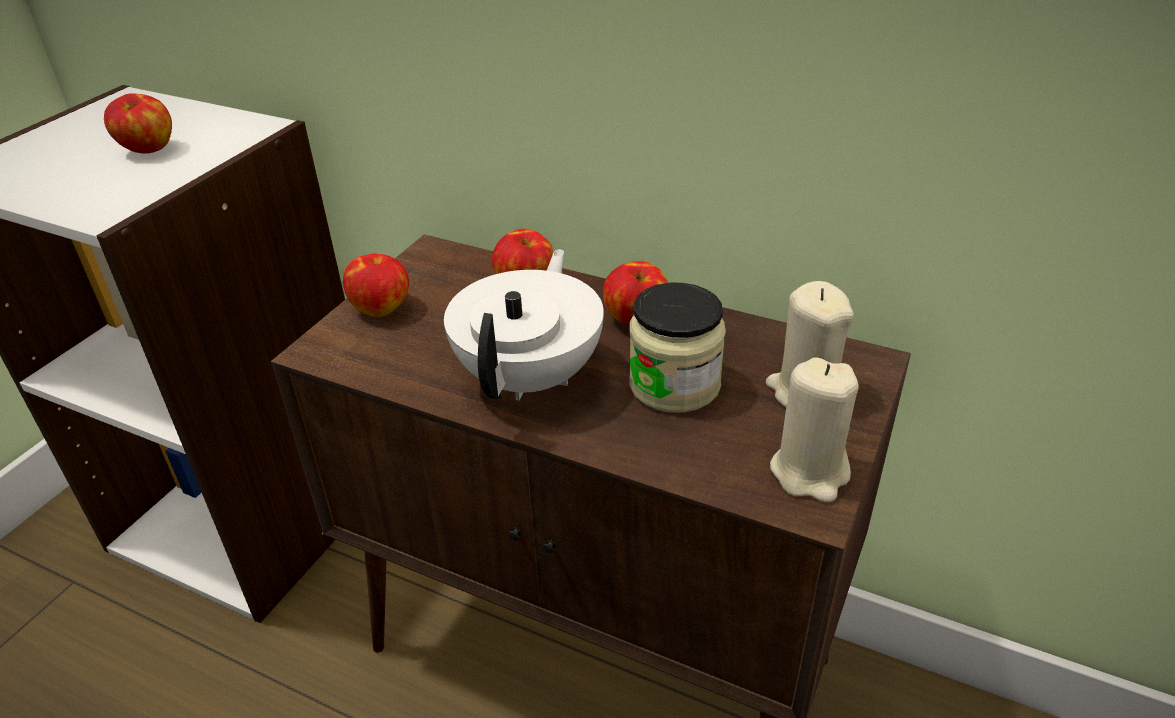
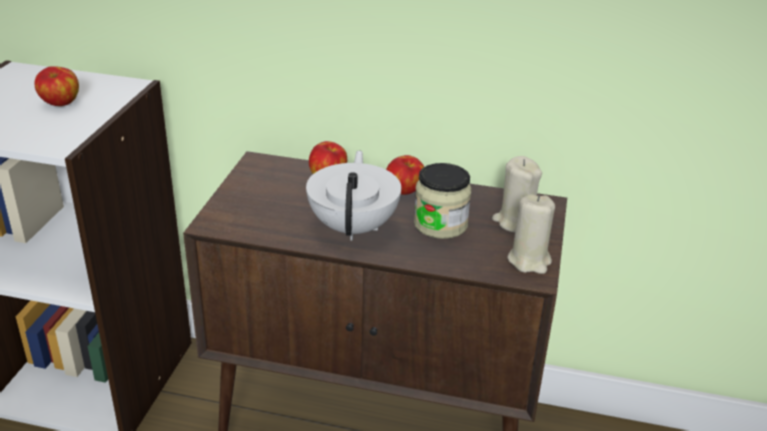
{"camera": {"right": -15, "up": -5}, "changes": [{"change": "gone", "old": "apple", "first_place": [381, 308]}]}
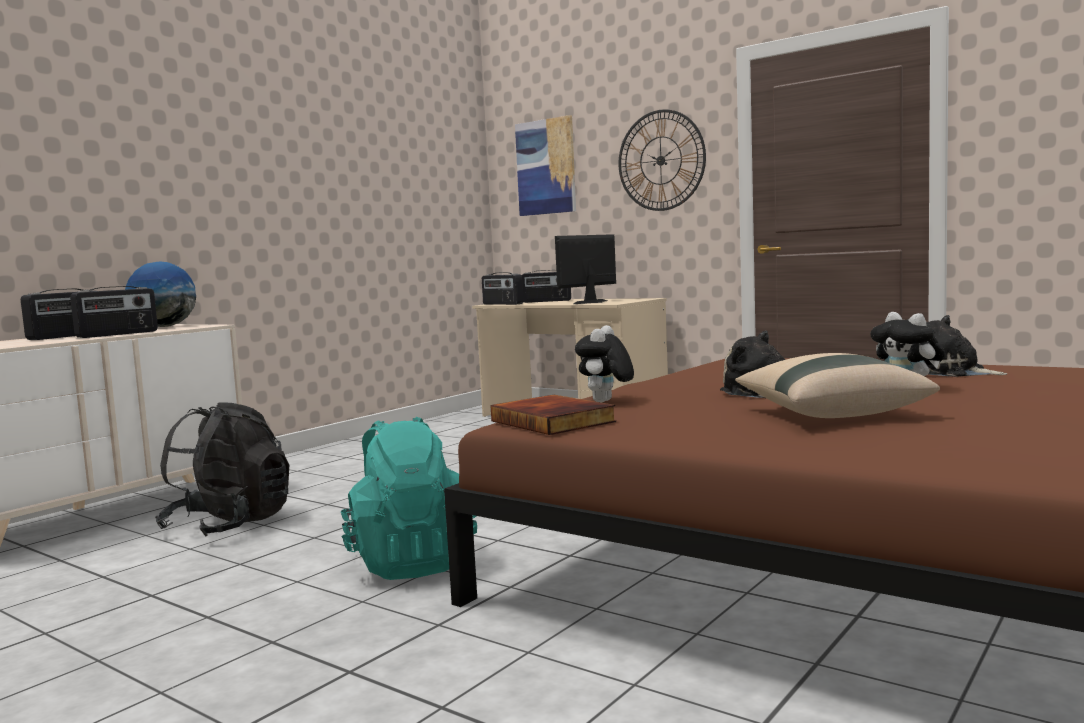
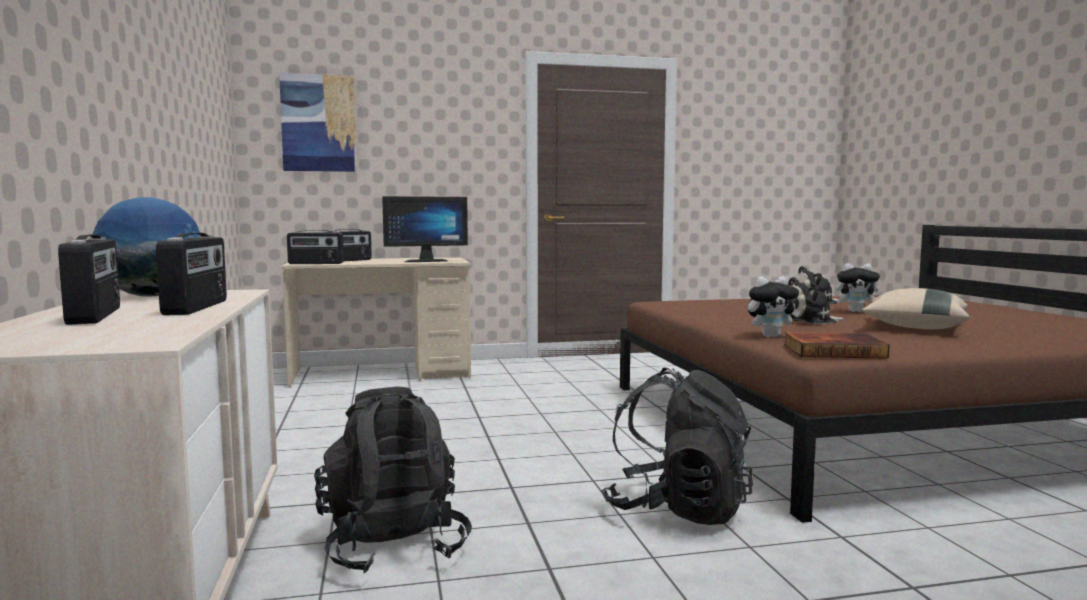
{"camera": {"right": -50, "up": 0}, "changes": [{"change": "rotated", "old": "monitor", "first_place": [594, 302], "second_place": [425, 261], "degrees": -105}, {"change": "repainted", "old": "backpack (turquoise)", "new": "backpack (black)", "first_place": [410, 563], "second_place": [678, 510]}, {"change": "rotated", "old": "plush toy", "first_place": [605, 402], "second_place": [770, 336], "degrees": -75}, {"change": "gone", "old": "wall clock", "first_place": [661, 160]}]}
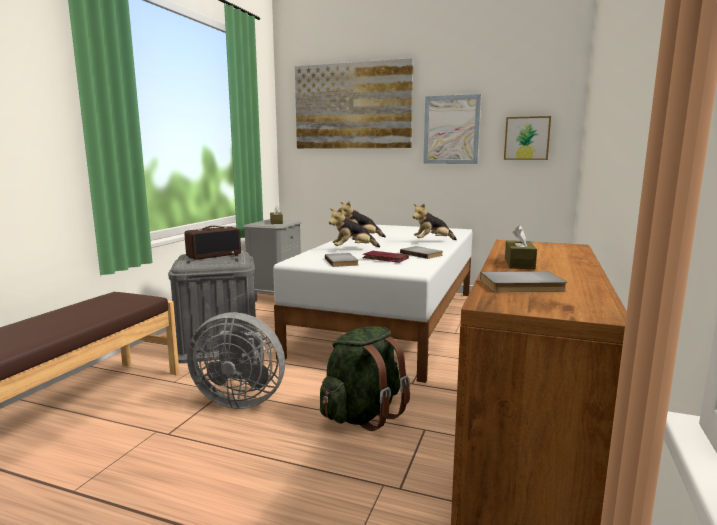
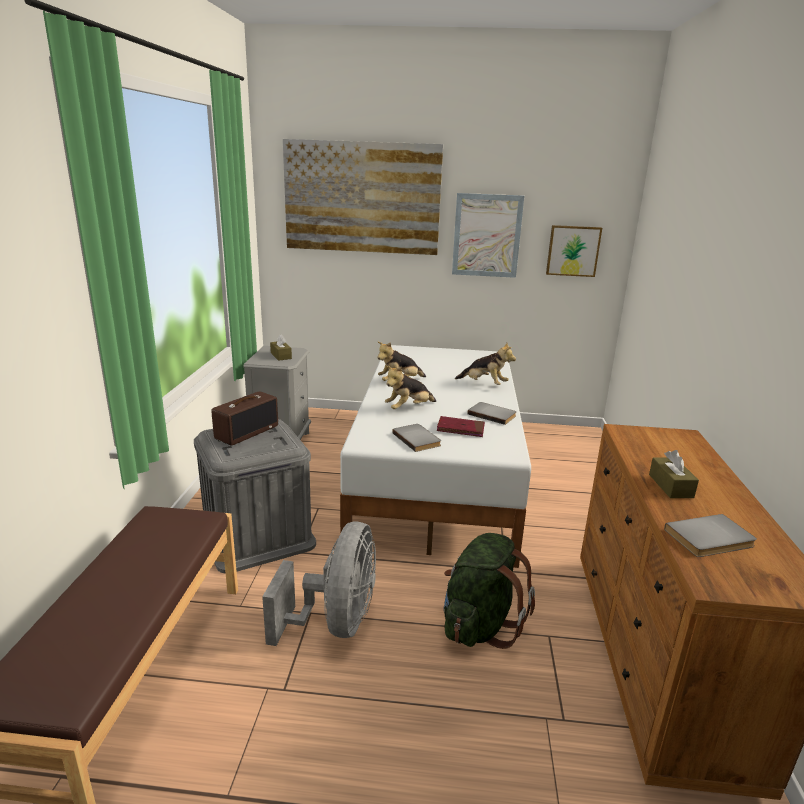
{"camera": {"right": -15, "up": 10}, "changes": [{"change": "rotated", "old": "fan (grey)", "first_place": [240, 399], "second_place": [336, 623], "degrees": -75}, {"change": "rotated", "old": "plush toy", "first_place": [432, 241], "second_place": [484, 384], "degrees": -120}]}
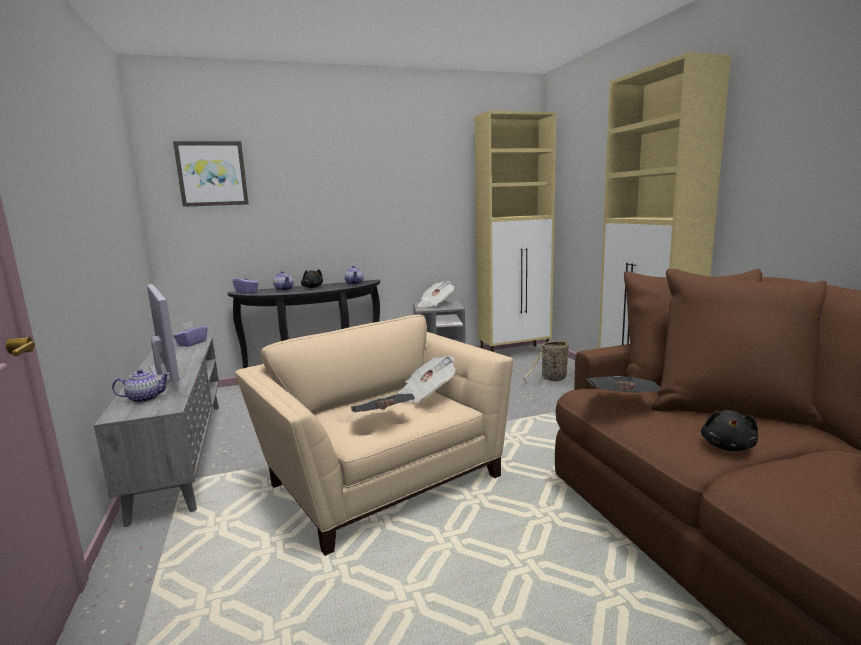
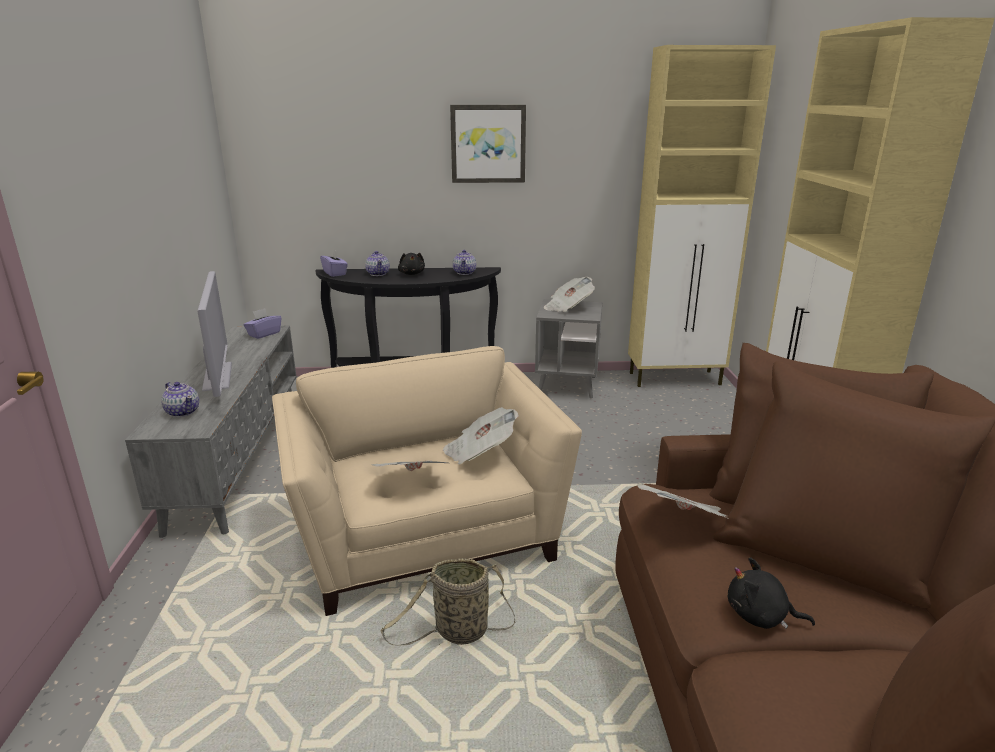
{"camera": {"right": 15, "up": 10}, "changes": [{"change": "rotated", "old": "teapot", "first_place": [144, 398], "second_place": [183, 412], "degrees": 45}, {"change": "shifted", "old": "basket", "first_place": [552, 379], "second_place": [457, 633]}, {"change": "shifted", "old": "picture", "first_place": [212, 174], "second_place": [488, 144]}, {"change": "rotated", "old": "plush toy (black)", "first_place": [728, 446], "second_place": [760, 616], "degrees": 75}]}
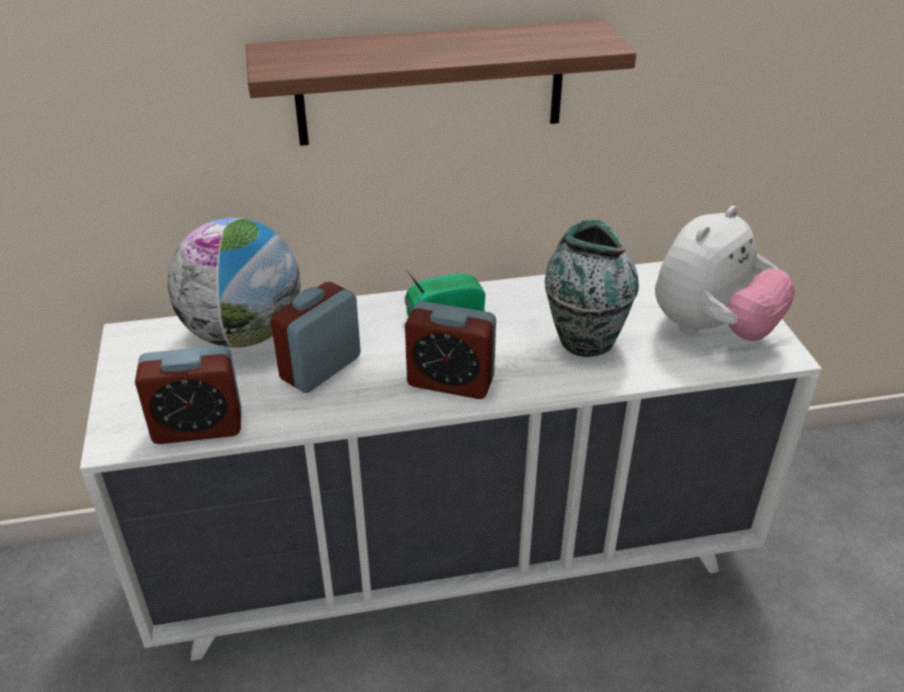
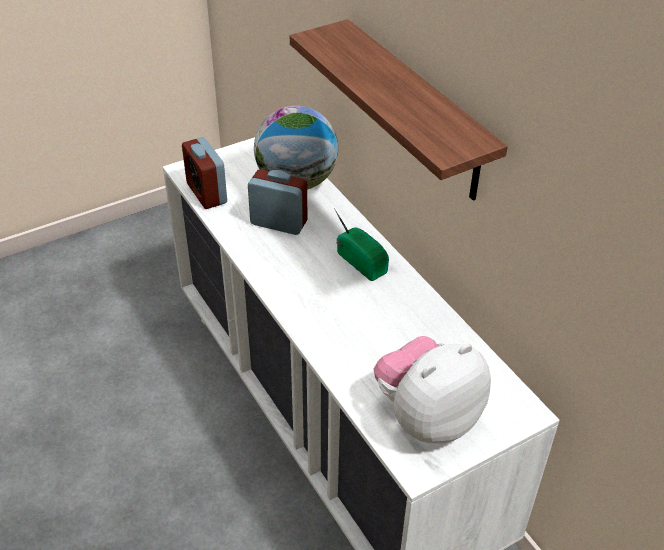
{"camera": {"right": 70, "up": 5}, "changes": [{"change": "rotated", "old": "plush toy", "first_place": [711, 329], "second_place": [427, 417], "degrees": 120}, {"change": "gone", "old": "alarm clock", "first_place": [450, 382]}, {"change": "gone", "old": "vase", "first_place": [584, 339]}]}
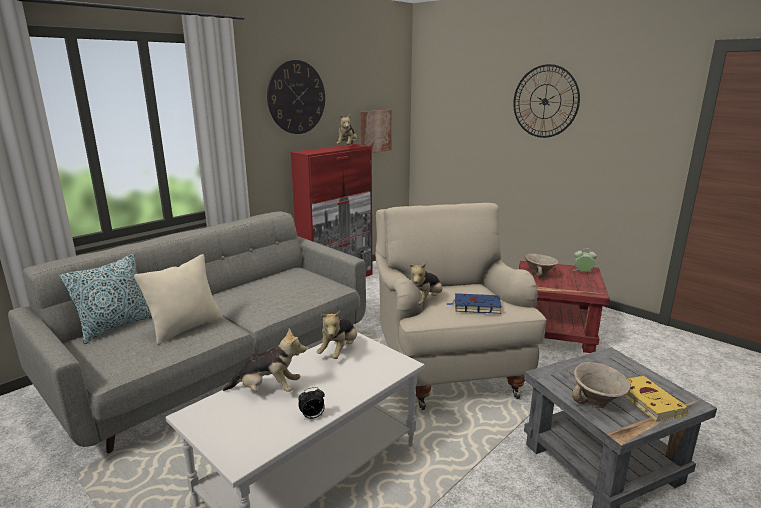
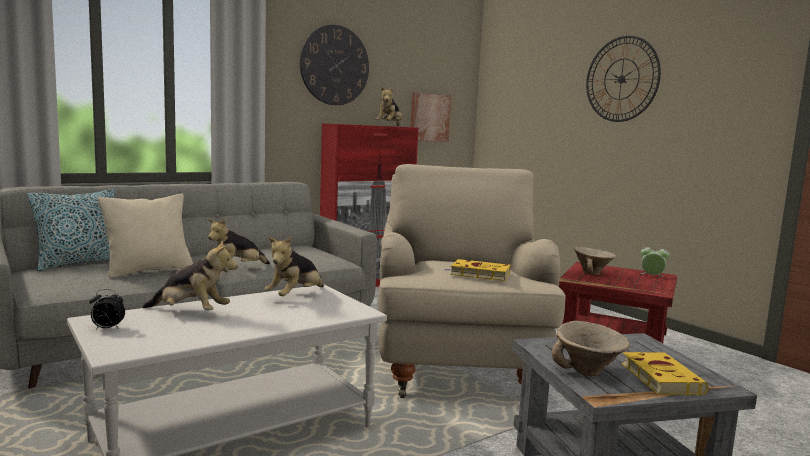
{"camera": {"right": 10, "up": -10}, "changes": [{"change": "shifted", "old": "alarm clock", "first_place": [312, 417], "second_place": [107, 329]}, {"change": "shifted", "old": "plush toy", "first_place": [425, 301], "second_place": [237, 269]}, {"change": "repainted", "old": "book (blue)", "new": "book (yellow)", "first_place": [475, 306], "second_place": [478, 274]}]}
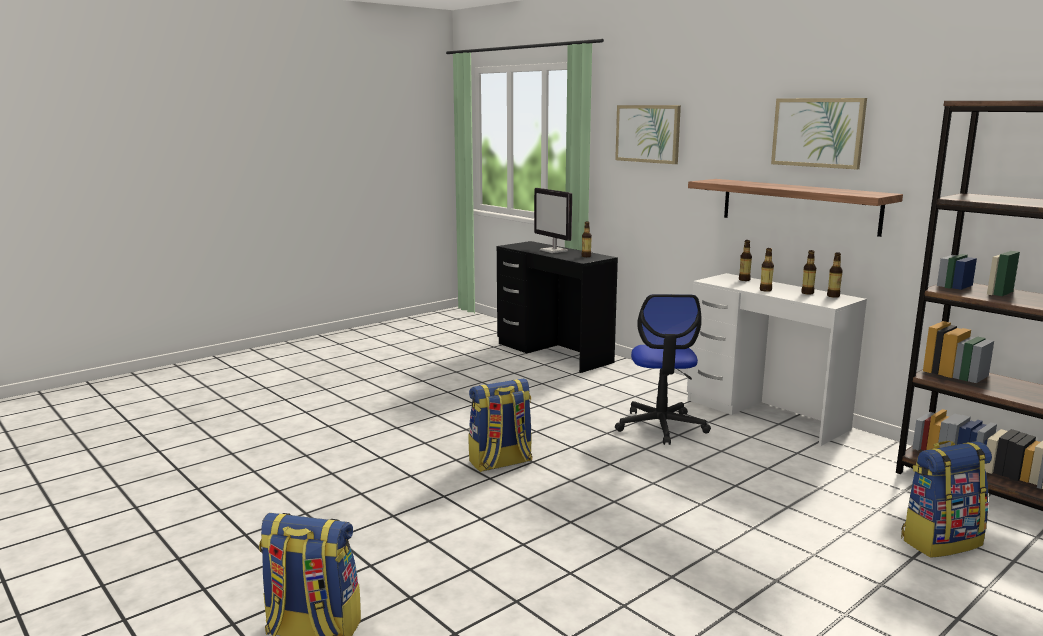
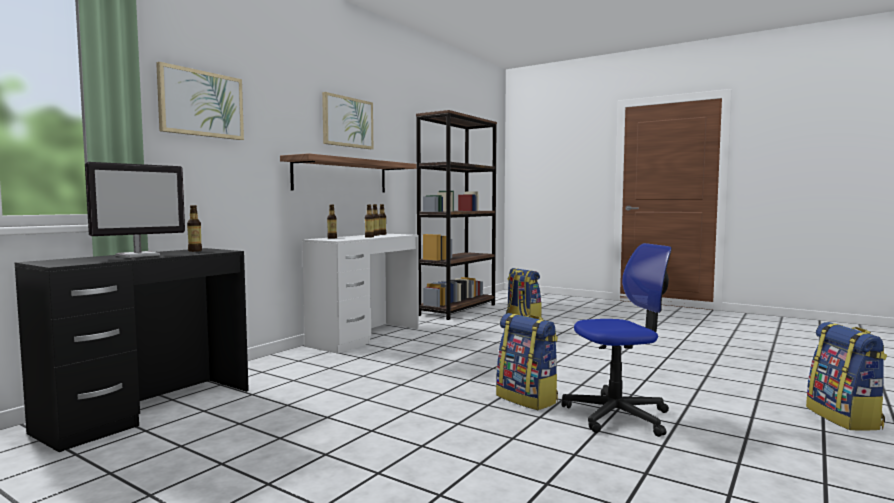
{"camera": {"right": -105, "up": -10}, "changes": [{"change": "shifted", "old": "office chair", "first_place": [661, 426], "second_place": [617, 415]}]}
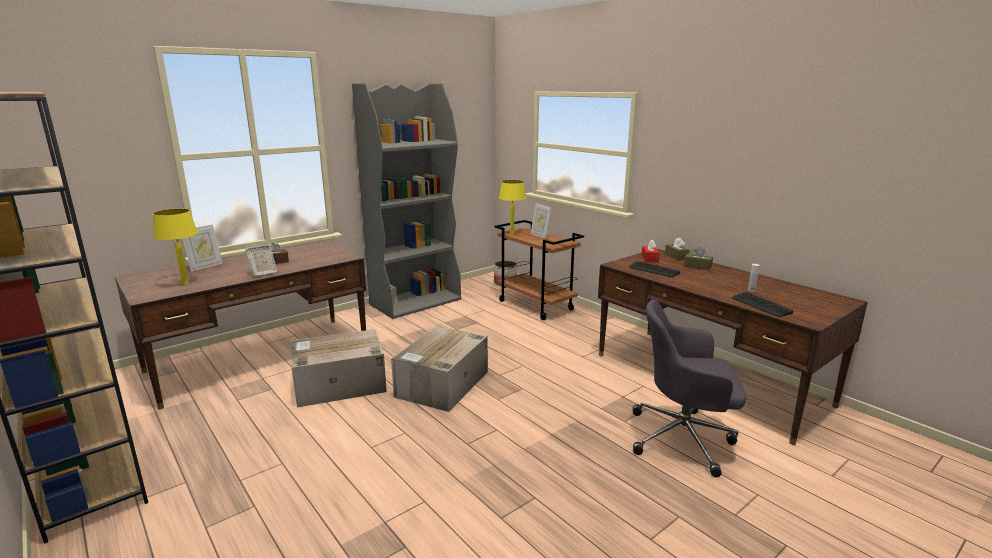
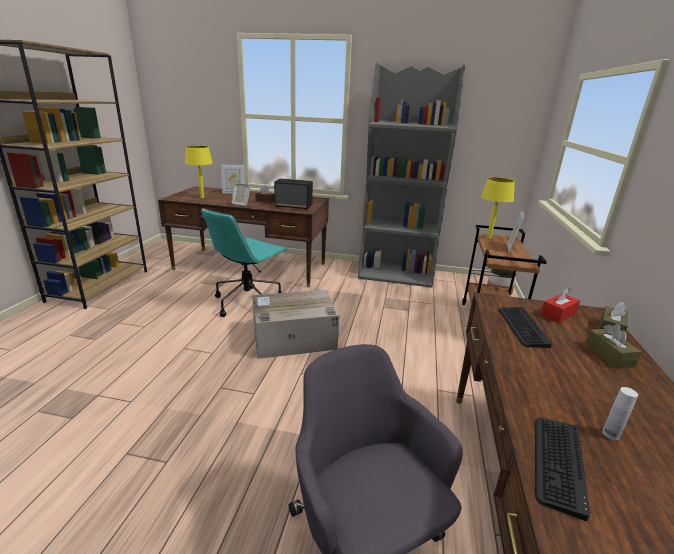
{"camera": {"right": 50, "up": 5}, "changes": [{"change": "swapped", "old": "cardboard box", "new": "office chair (turquoise)", "first_place": [338, 384], "second_place": [248, 301]}, {"change": "new", "new": "speaker", "second_place": [294, 206]}]}
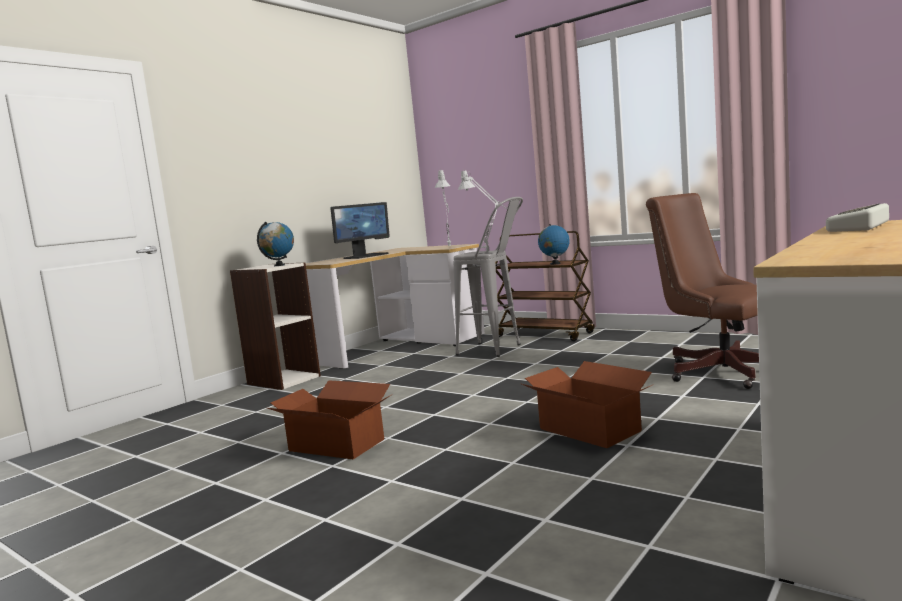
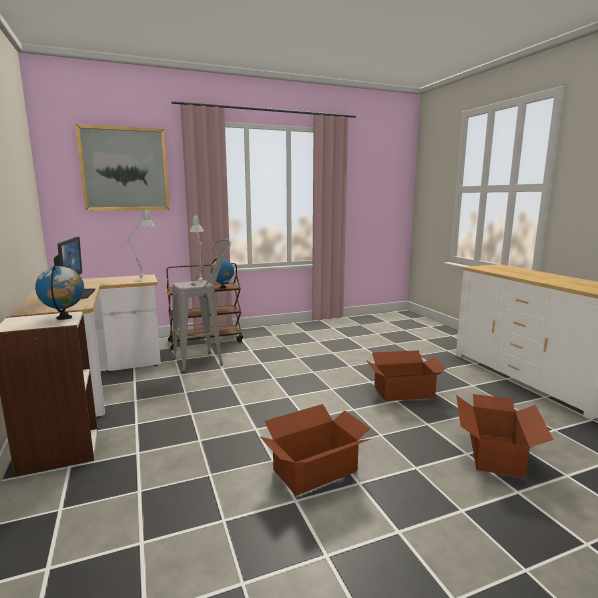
{"camera": {"right": -60, "up": 5}, "changes": [{"change": "new", "new": "picture", "second_place": [125, 169]}, {"change": "new", "new": "cardboard box", "second_place": [496, 453]}, {"change": "gone", "old": "office chair (brown)", "first_place": [718, 370]}, {"change": "gone", "old": "keyboard", "first_place": [861, 226]}]}
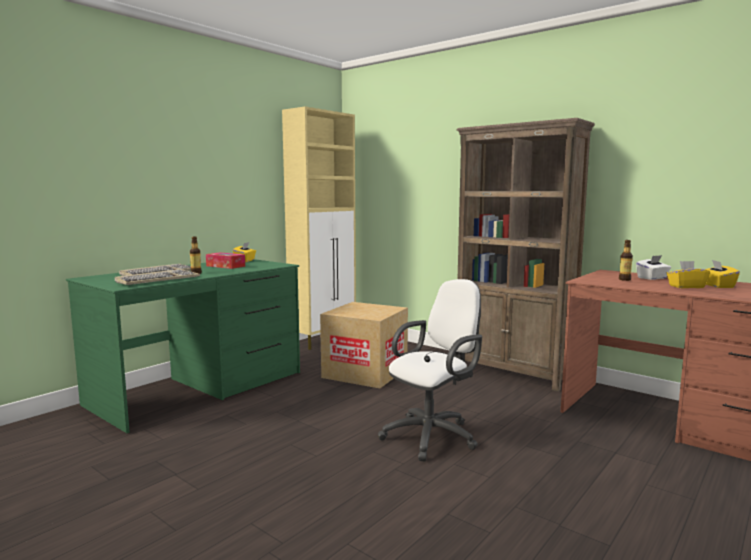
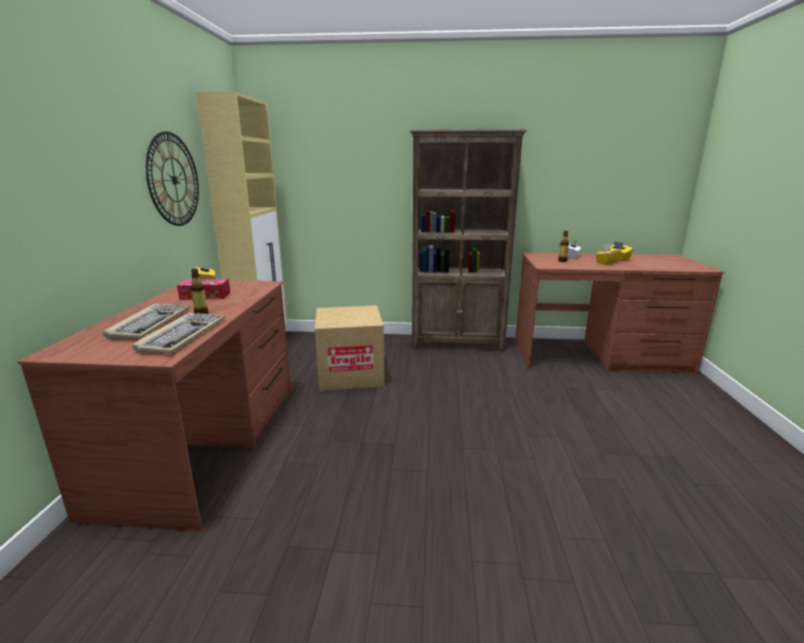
{"camera": {"right": -35, "up": 10}, "changes": [{"change": "repainted", "old": "desk (green)", "new": "desk (brown)", "first_place": [200, 388], "second_place": [206, 442]}, {"change": "new", "new": "wall clock", "second_place": [174, 180]}, {"change": "gone", "old": "office chair (white)", "first_place": [433, 435]}]}
